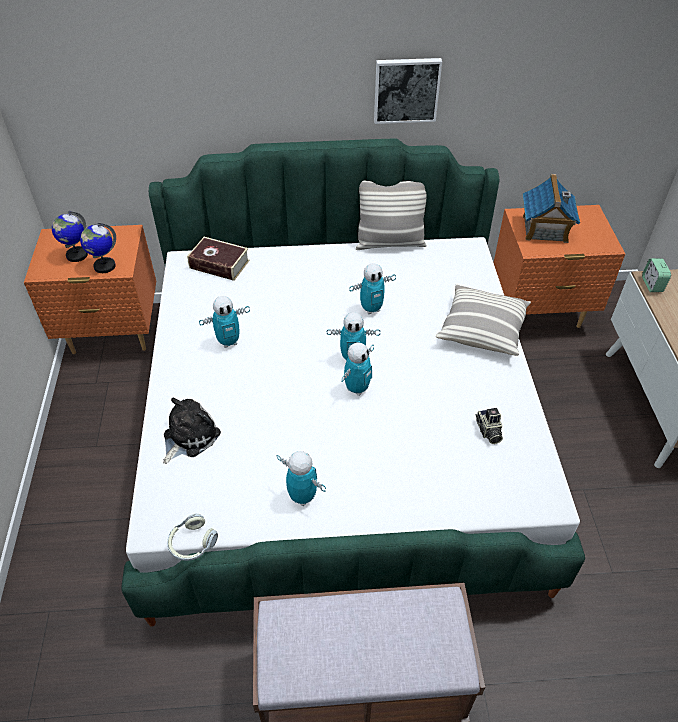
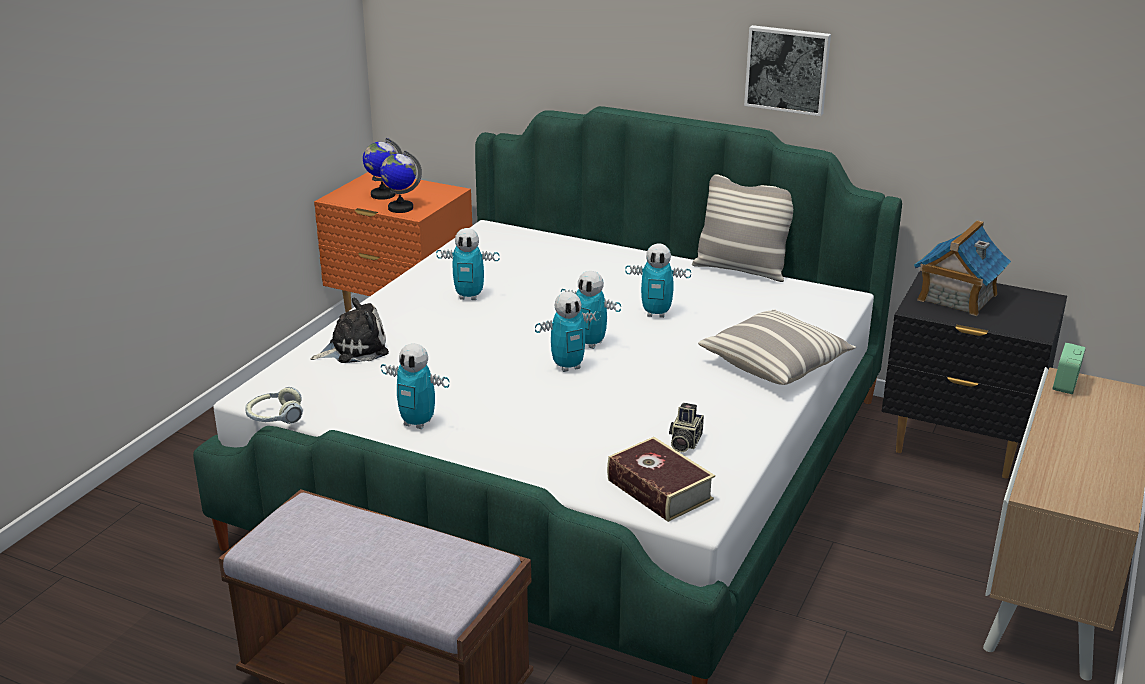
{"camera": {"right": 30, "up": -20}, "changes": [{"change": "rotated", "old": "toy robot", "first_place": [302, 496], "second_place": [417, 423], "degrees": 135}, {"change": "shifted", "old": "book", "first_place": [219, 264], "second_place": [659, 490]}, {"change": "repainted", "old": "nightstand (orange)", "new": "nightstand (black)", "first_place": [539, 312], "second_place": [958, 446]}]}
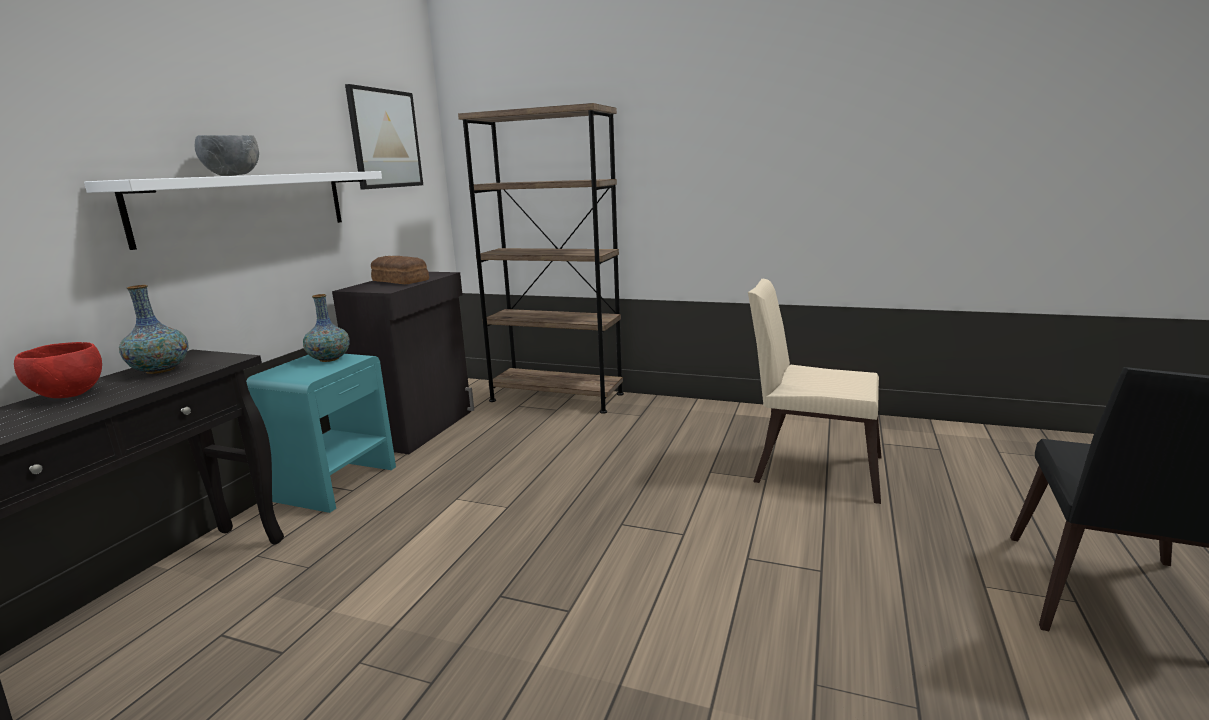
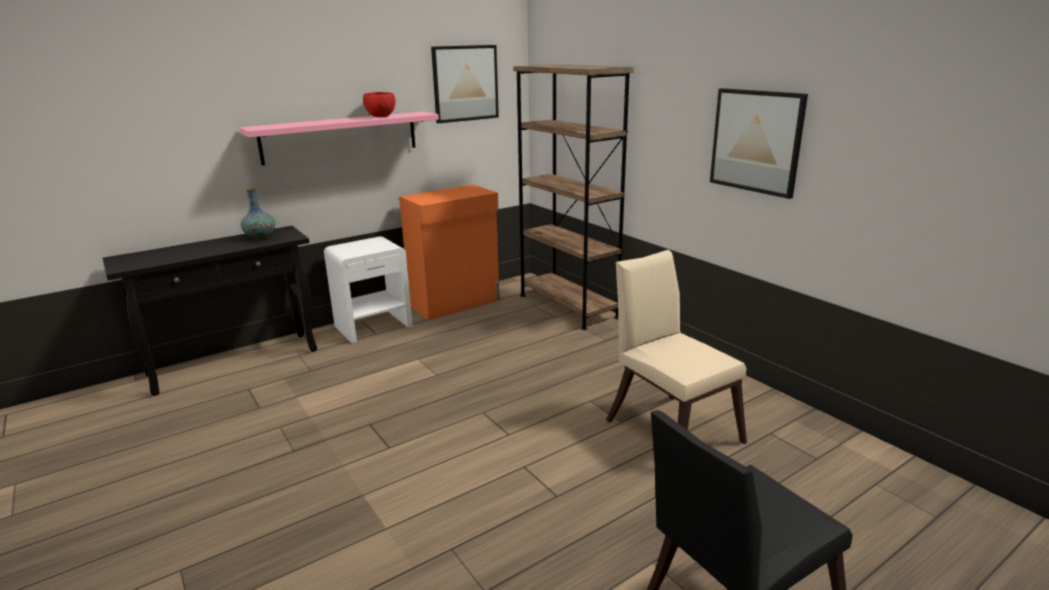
{"camera": {"right": 35, "up": 5}, "changes": [{"change": "repainted", "old": "shelf (white)", "new": "shelf (pink)", "first_place": [247, 205], "second_place": [340, 137]}, {"change": "repainted", "old": "nightstand (turquoise)", "new": "nightstand (white)", "first_place": [337, 483], "second_place": [374, 326]}, {"change": "shifted", "old": "bowl (red)", "first_place": [68, 394], "second_place": [380, 116]}, {"change": "repainted", "old": "cabinet (black)", "new": "cabinet (orange)", "first_place": [420, 428], "second_place": [456, 303]}, {"change": "new", "new": "picture", "second_place": [756, 141]}, {"change": "gone", "old": "bowl (grey)", "first_place": [232, 175]}, {"change": "gone", "old": "vase", "first_place": [329, 359]}, {"change": "gone", "old": "bread", "first_place": [400, 281]}]}
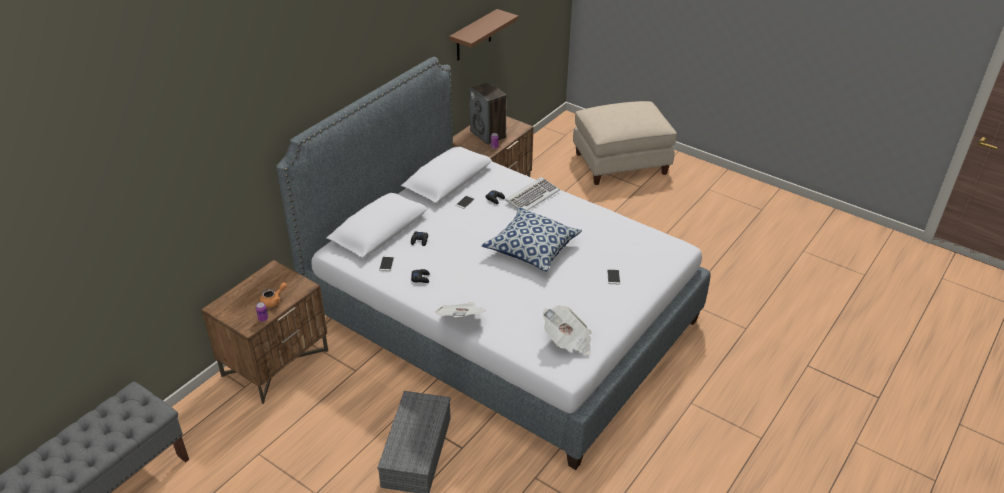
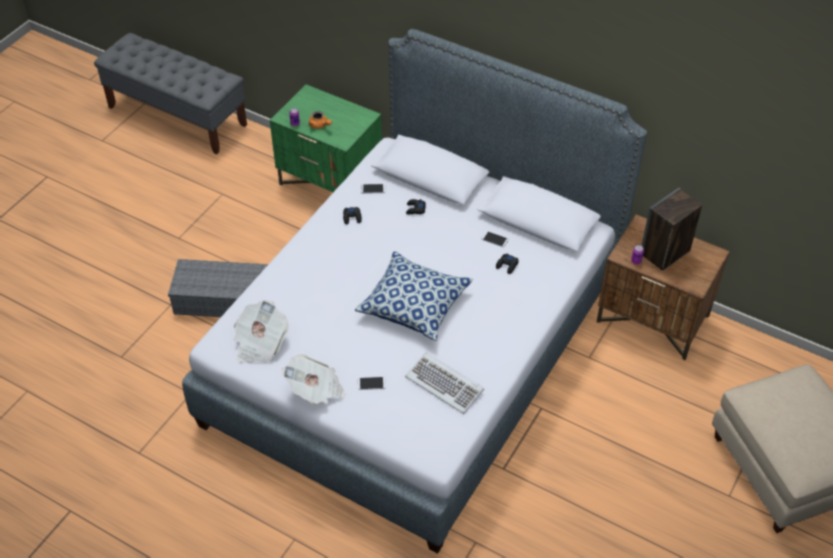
{"camera": {"right": 85, "up": 10}, "changes": [{"change": "repainted", "old": "nightstand (brown)", "new": "nightstand (green)", "first_place": [276, 363], "second_place": [331, 182]}, {"change": "shifted", "old": "newspaper", "first_place": [461, 319], "second_place": [316, 390]}, {"change": "shifted", "old": "keyboard", "first_place": [532, 196], "second_place": [445, 384]}, {"change": "gone", "old": "shelf (brown)", "first_place": [473, 36]}]}
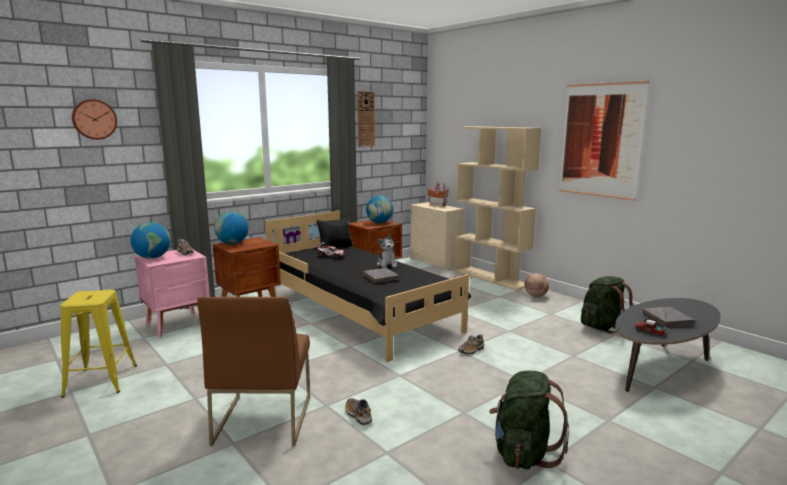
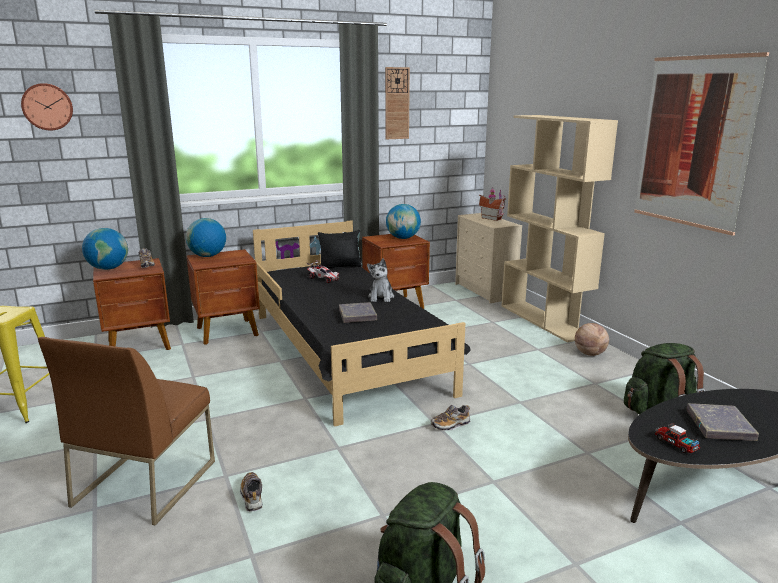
{"camera": {"right": 15, "up": 5}, "changes": [{"change": "repainted", "old": "nightstand (pink)", "new": "nightstand (brown)", "first_place": [178, 324], "second_place": [140, 345]}]}
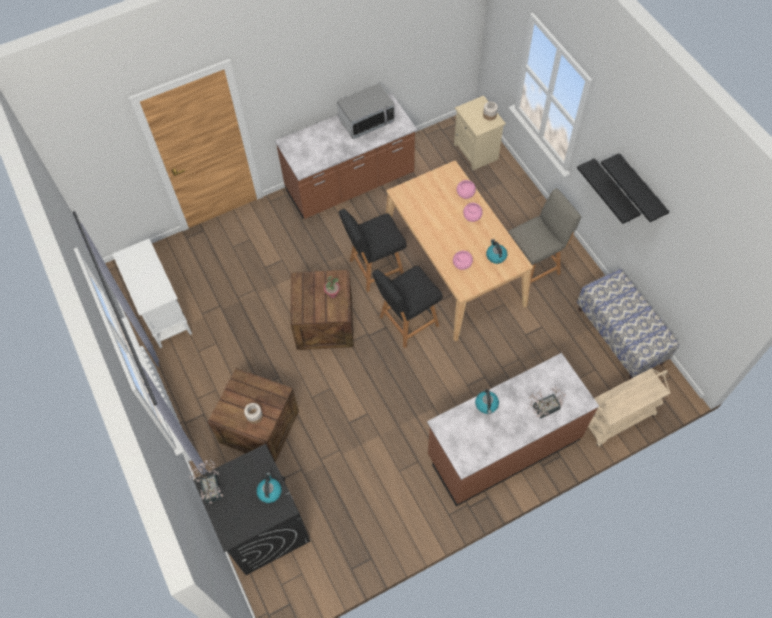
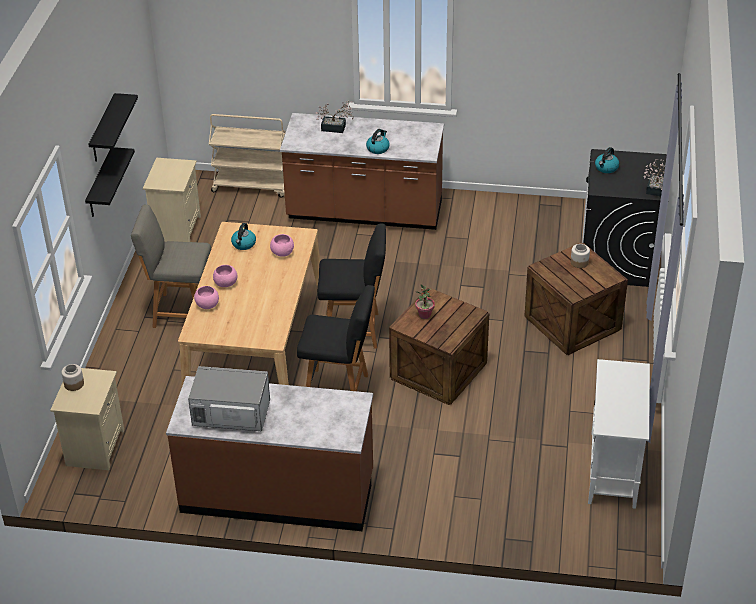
{"camera": {"right": -145, "up": -20}, "changes": [{"change": "swapped", "old": "bench", "new": "nightstand (beige)", "first_place": [620, 336], "second_place": [176, 228]}]}
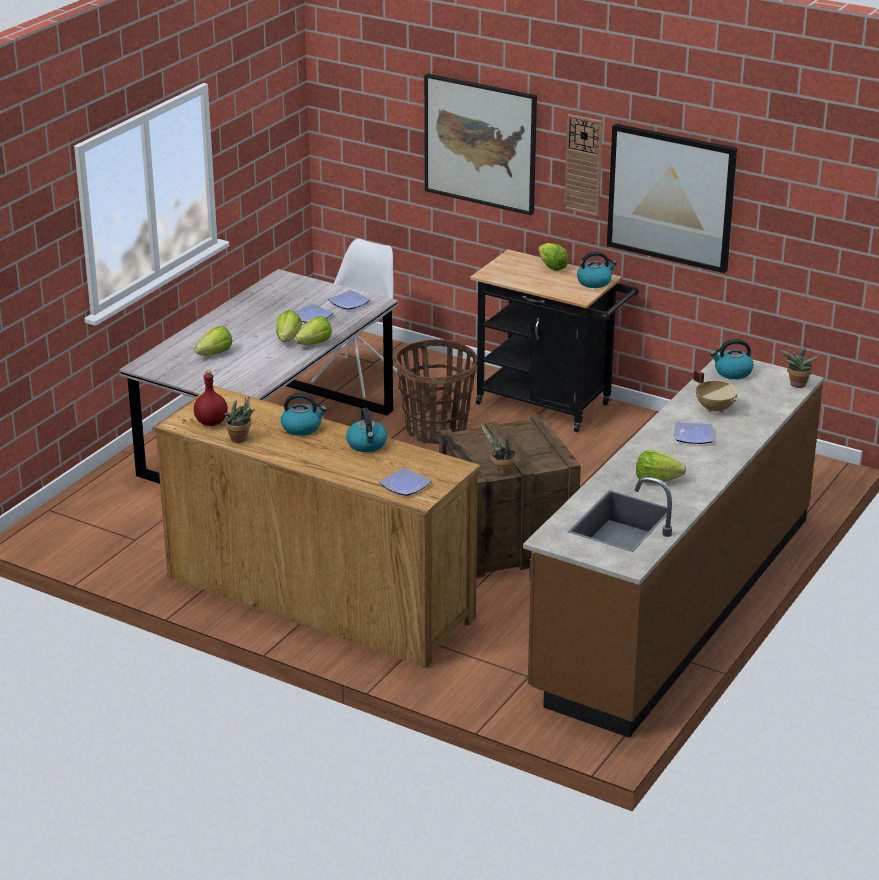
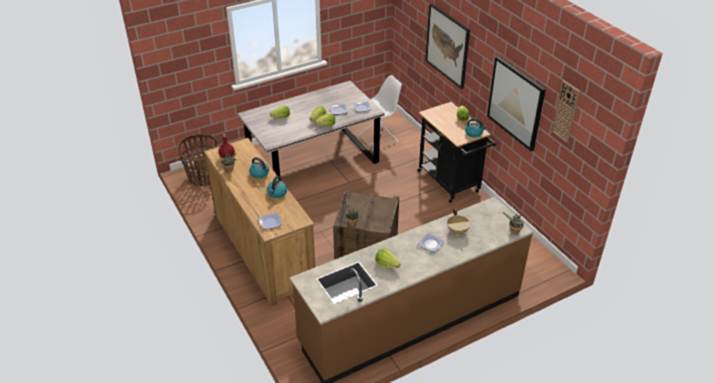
{"camera": {"right": 30, "up": 10}, "changes": [{"change": "shifted", "old": "basket", "first_place": [436, 429], "second_place": [203, 177]}, {"change": "shifted", "old": "wall clock", "first_place": [583, 165], "second_place": [566, 111]}, {"change": "gone", "old": "kettle", "first_place": [732, 372]}]}
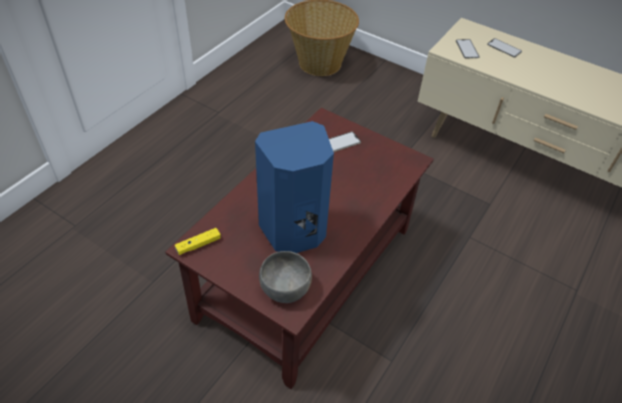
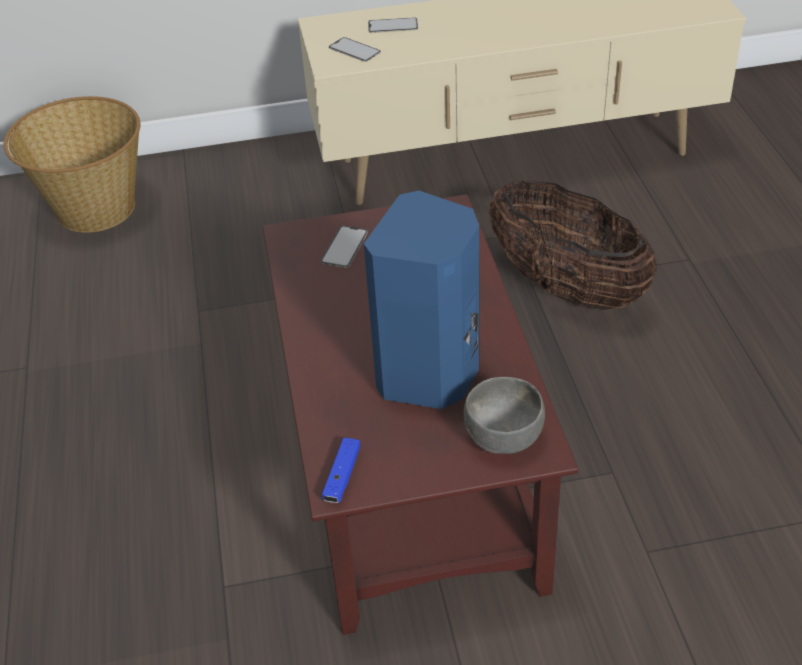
{"camera": {"right": -40, "up": -5}, "changes": [{"change": "repainted", "old": "game controller (yellow)", "new": "game controller (blue)", "first_place": [198, 245], "second_place": [342, 476]}, {"change": "new", "new": "basket", "second_place": [566, 287]}]}
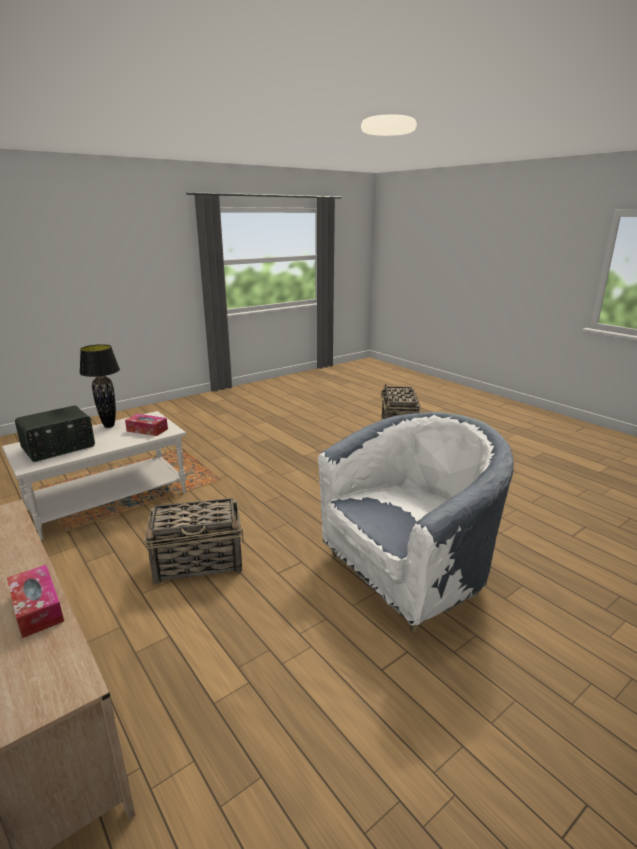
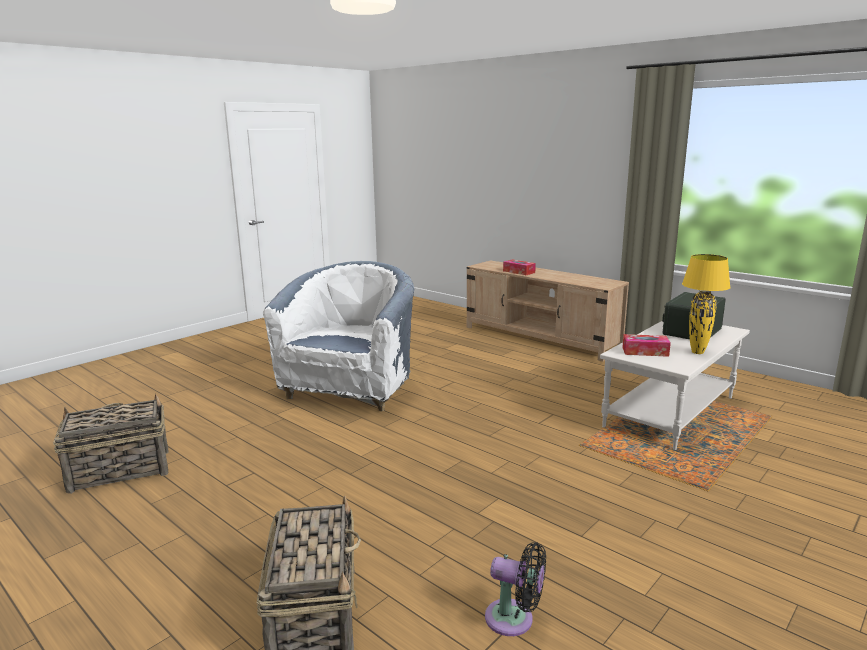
{"camera": {"right": 170, "up": -5}, "changes": [{"change": "shifted", "old": "basket", "first_place": [199, 562], "second_place": [119, 471]}, {"change": "rotated", "old": "armchair (white)", "first_place": [408, 573], "second_place": [352, 389], "degrees": 150}, {"change": "new", "new": "fan (black)", "second_place": [514, 619]}, {"change": "repainted", "old": "table lamp (black)", "new": "table lamp (yellow)", "first_place": [109, 426], "second_place": [697, 352]}]}
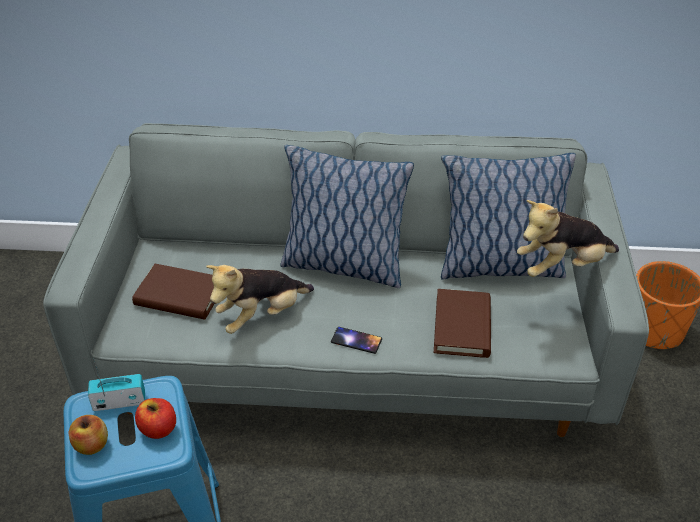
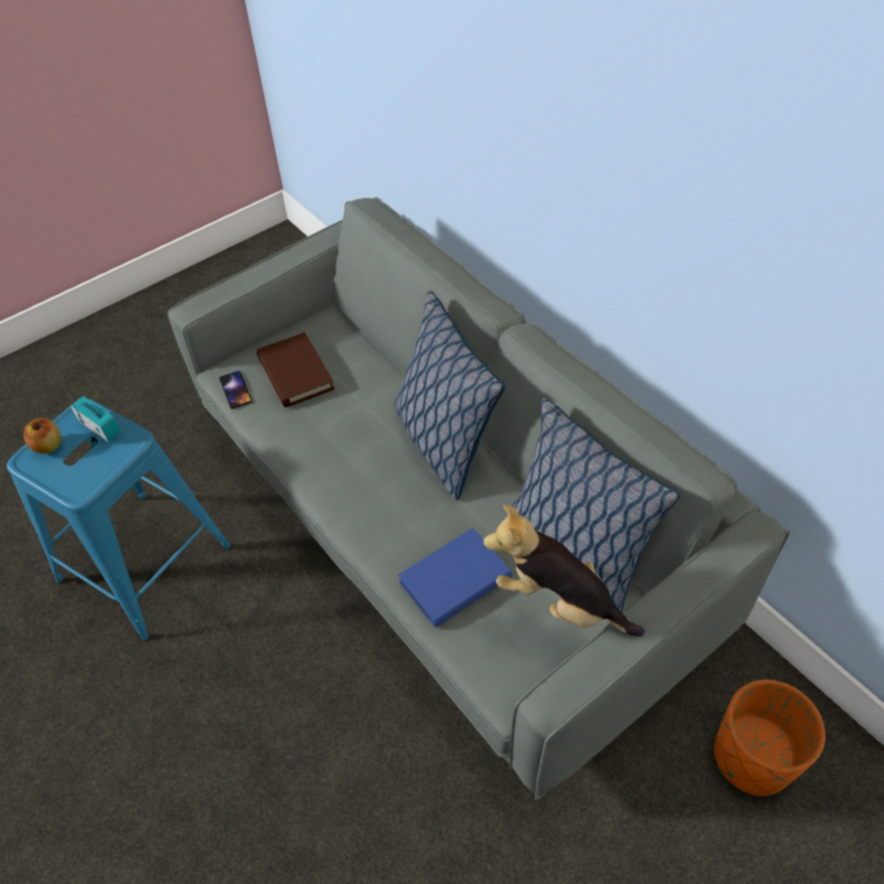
{"camera": {"right": 50, "up": 10}, "changes": [{"change": "shifted", "old": "phone", "first_place": [356, 340], "second_place": [235, 390]}, {"change": "repainted", "old": "book (brown)", "new": "book (blue)", "first_place": [462, 326], "second_place": [455, 580]}, {"change": "gone", "old": "apple", "first_place": [158, 429]}, {"change": "gone", "old": "plush toy", "first_place": [261, 316]}]}
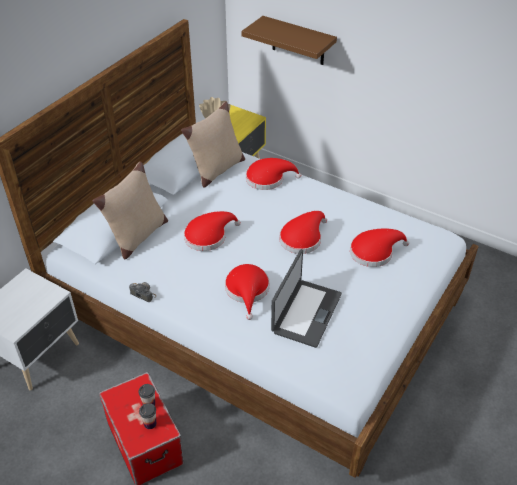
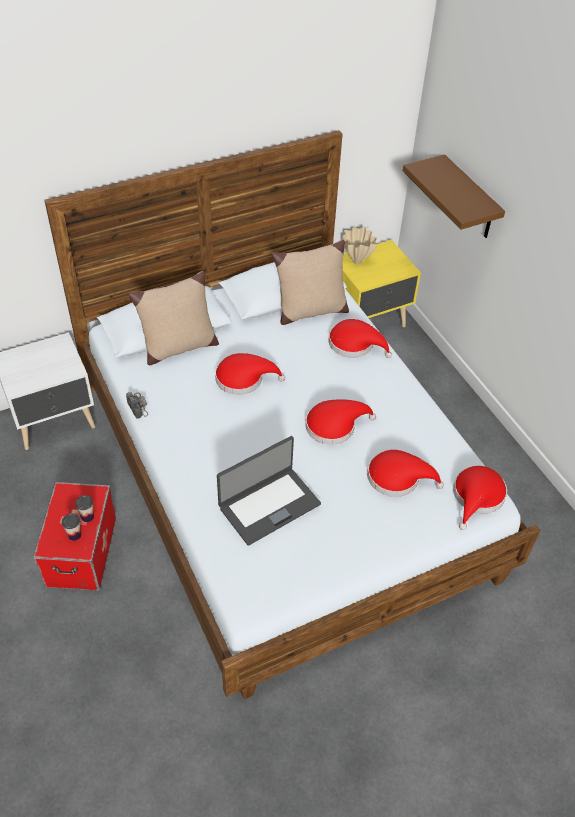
{"camera": {"right": 30, "up": 5}, "changes": [{"change": "shifted", "old": "hat (red)", "first_place": [247, 291], "second_place": [477, 497]}]}
